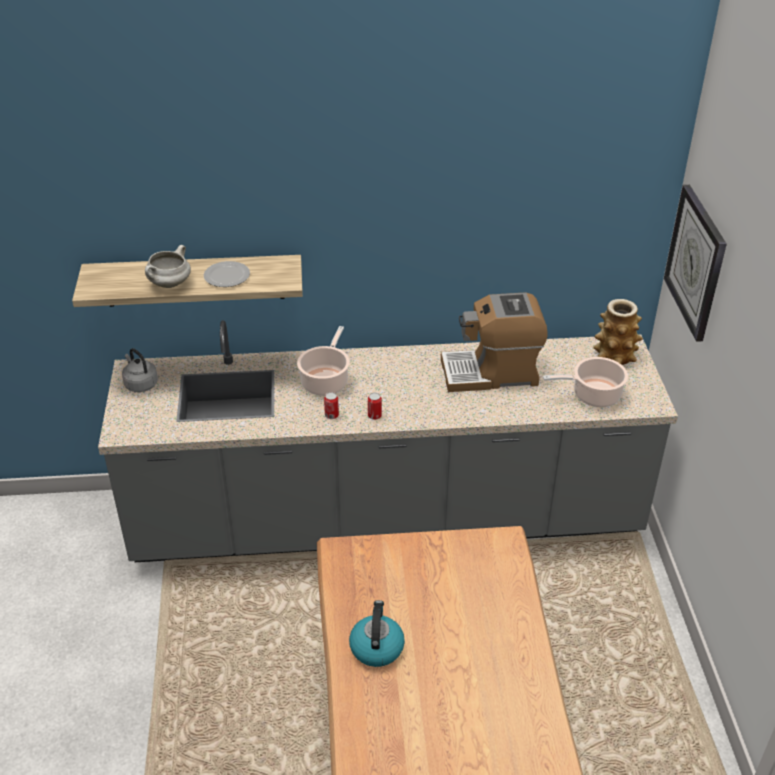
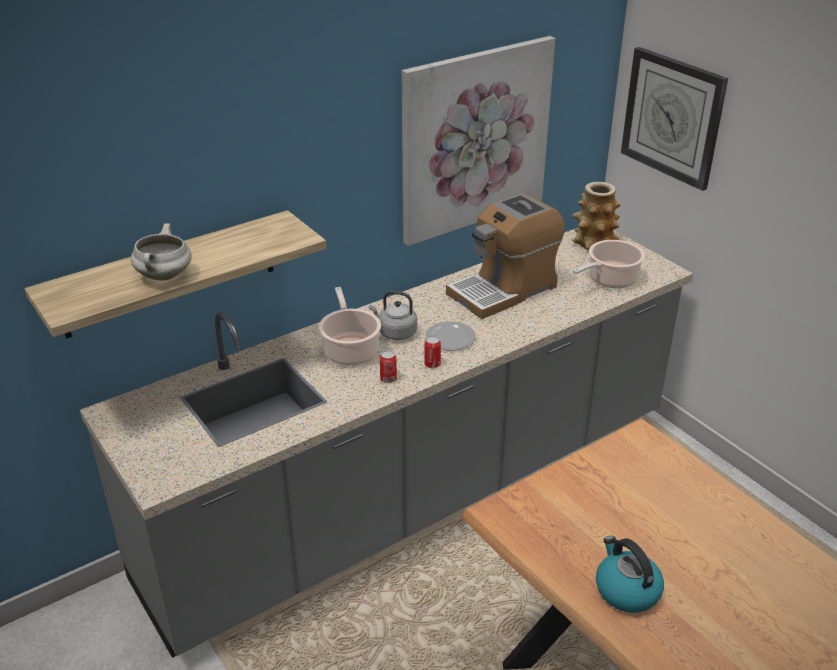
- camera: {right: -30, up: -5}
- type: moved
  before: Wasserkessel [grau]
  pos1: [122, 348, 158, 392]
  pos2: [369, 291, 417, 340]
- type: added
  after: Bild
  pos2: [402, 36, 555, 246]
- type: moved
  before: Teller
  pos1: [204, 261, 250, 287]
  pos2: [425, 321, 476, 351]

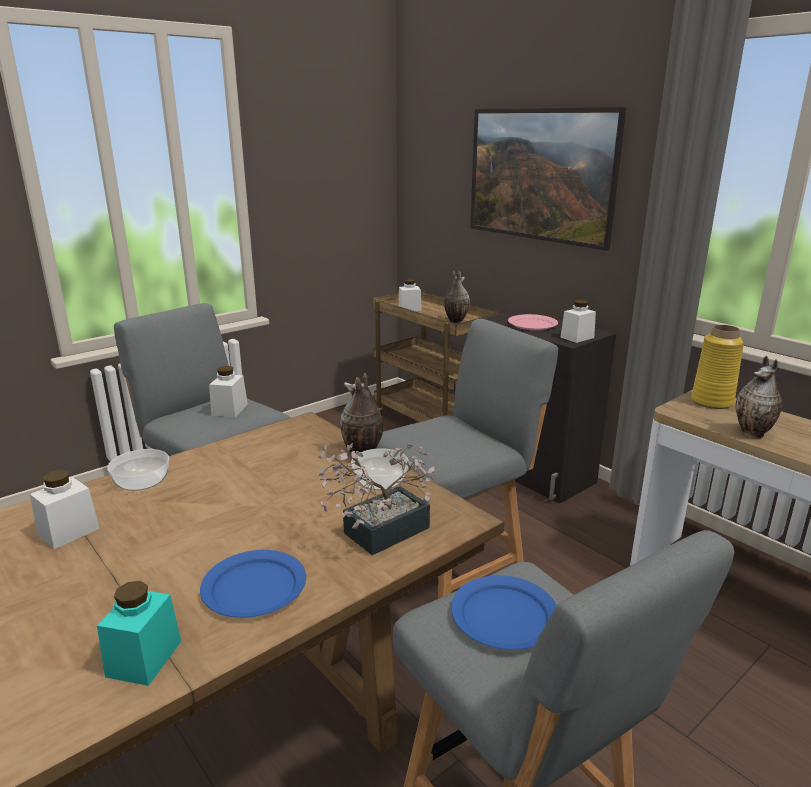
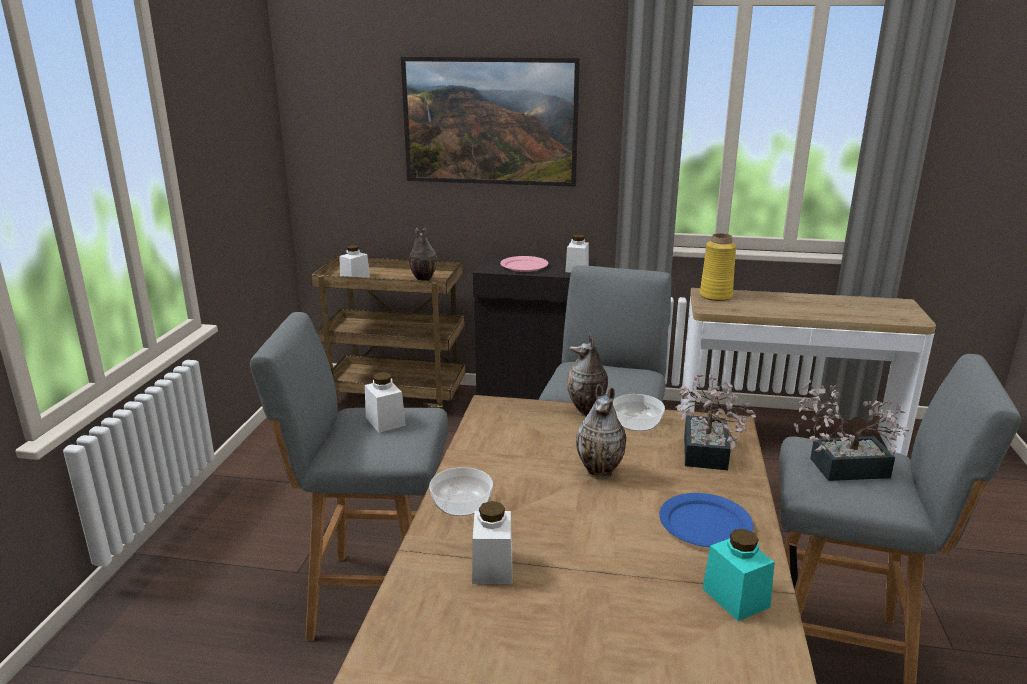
- camera: {right: -40, up: 0}
- type: moved
  before: Vase
  pos1: [736, 356, 783, 438]
  pos2: [576, 384, 626, 479]
- type: replaced
  before: Teller [blau]
  after: Topfpflanze
  pos1: [451, 575, 557, 650]
  pos2: [794, 380, 910, 481]

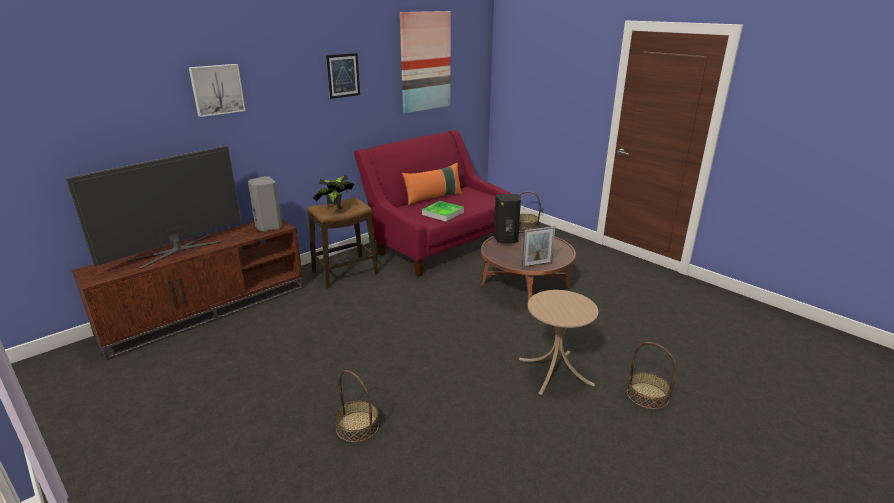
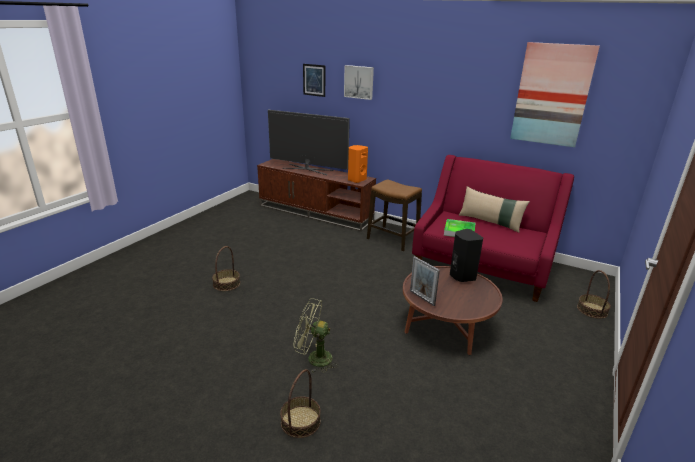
- camera: {right: 70, up: 0}
- type: replaced
  before: Beistelltisch [beige]
  after: Ventilator [grün]
  pos1: [518, 290, 598, 395]
  pos2: [294, 298, 338, 373]
- type: moved
  before: Bild
  pos1: [326, 53, 360, 99]
  pos2: [303, 64, 325, 97]
- type: recoloured
  before: Lautsprecher [grau]
  after: Lautsprecher [orange]
  pos1: [248, 176, 282, 231]
  pos2: [348, 145, 368, 183]
- type: recoloured
  before: Kissen [orange]
  after: Kissen [beige]
  pos1: [402, 163, 462, 205]
  pos2: [459, 186, 530, 233]
- type: removed
  before: Topfpflanze
  pos1: [313, 175, 354, 209]

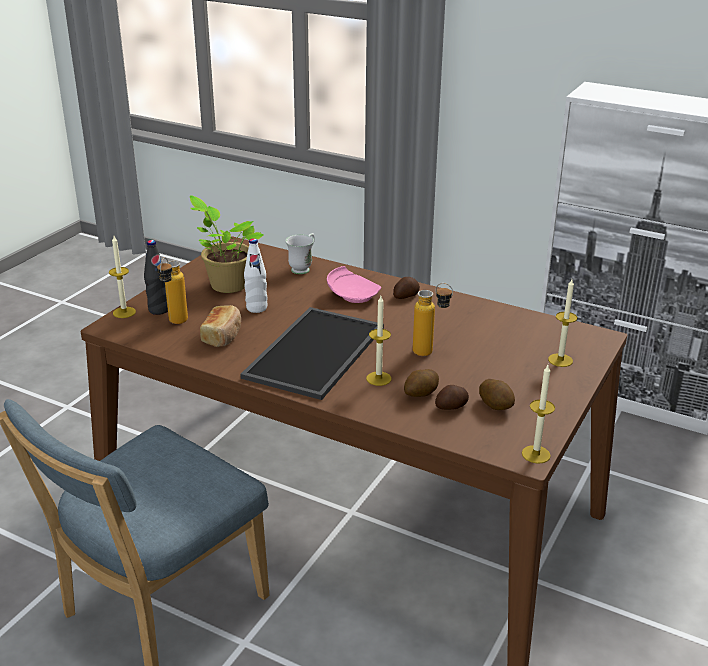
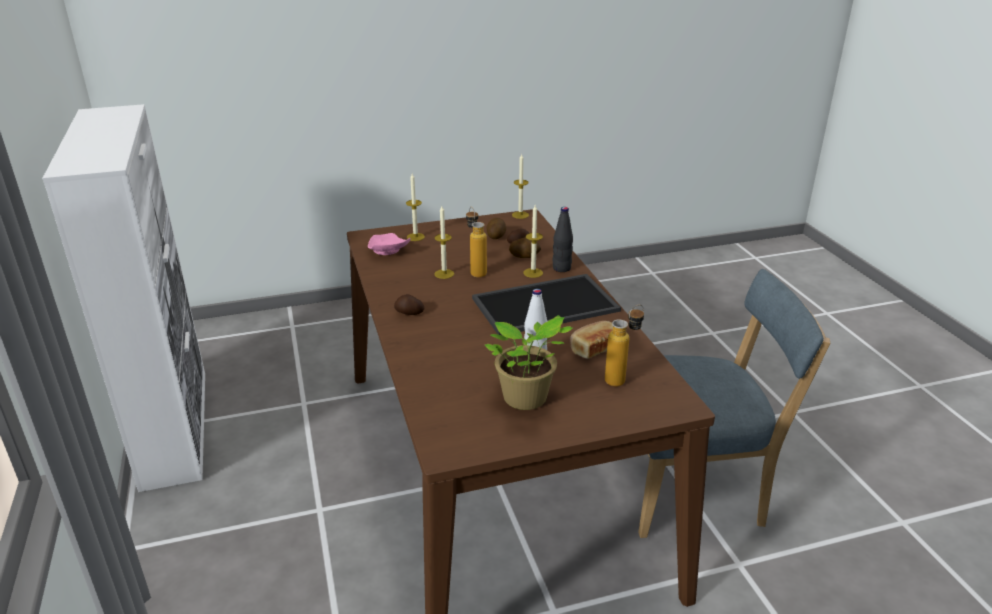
- camera: {right: -135, up: 0}
- type: moved
  before: Teller [rosa]
  pos1: [327, 266, 381, 303]
  pos2: [368, 233, 411, 255]
- type: moved
  before: Kerze
  pos1: [109, 236, 136, 318]
  pos2: [434, 206, 454, 279]
- type: moved
  before: Flasche [schwarz]
  pos1: [144, 240, 168, 315]
  pos2: [552, 207, 573, 272]
- type: removed
  before: Henkelbecher [weiß]
  pos1: [285, 233, 315, 274]

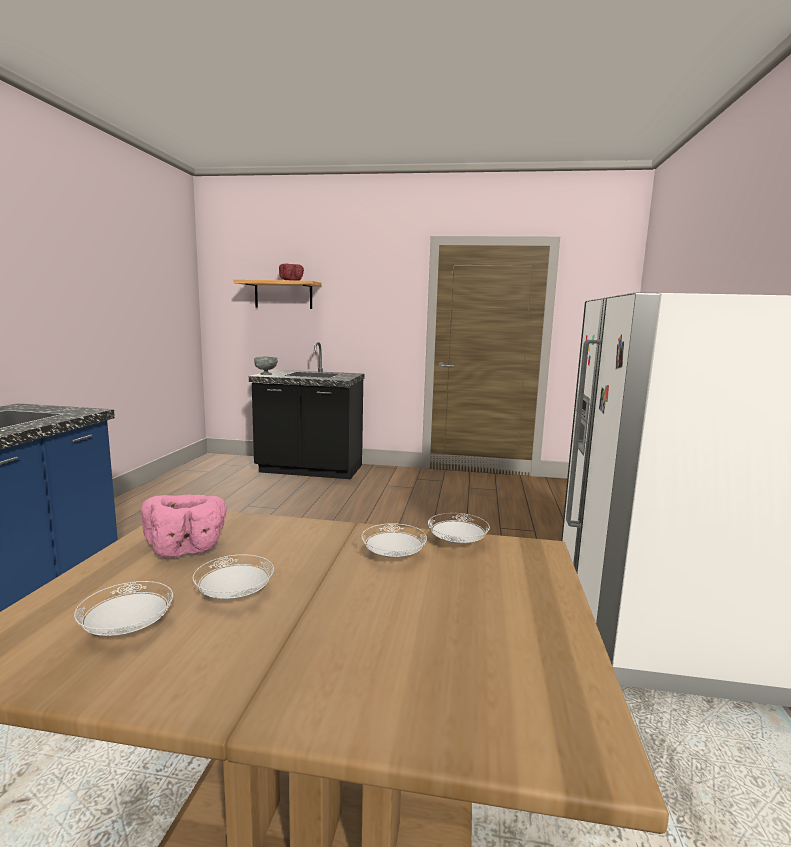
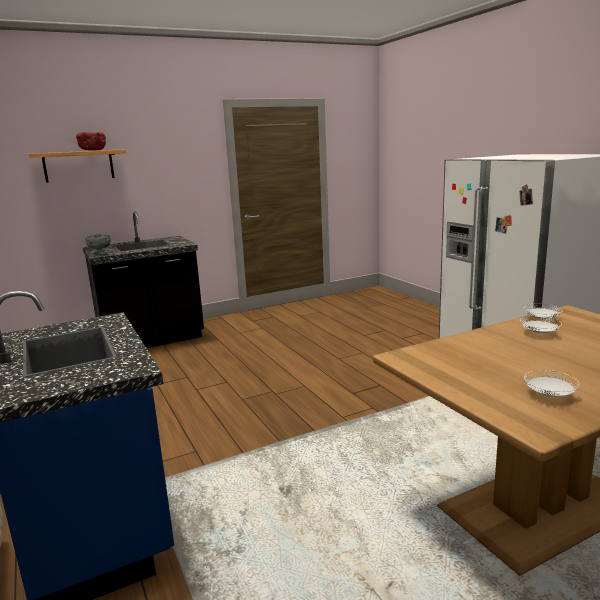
- camera: {right: -35, up: 5}
- type: removed
  before: Schüssel [rosa]
  pos1: [141, 495, 227, 558]
- type: removed
  before: Teller [weiß]
  pos1: [193, 554, 274, 599]

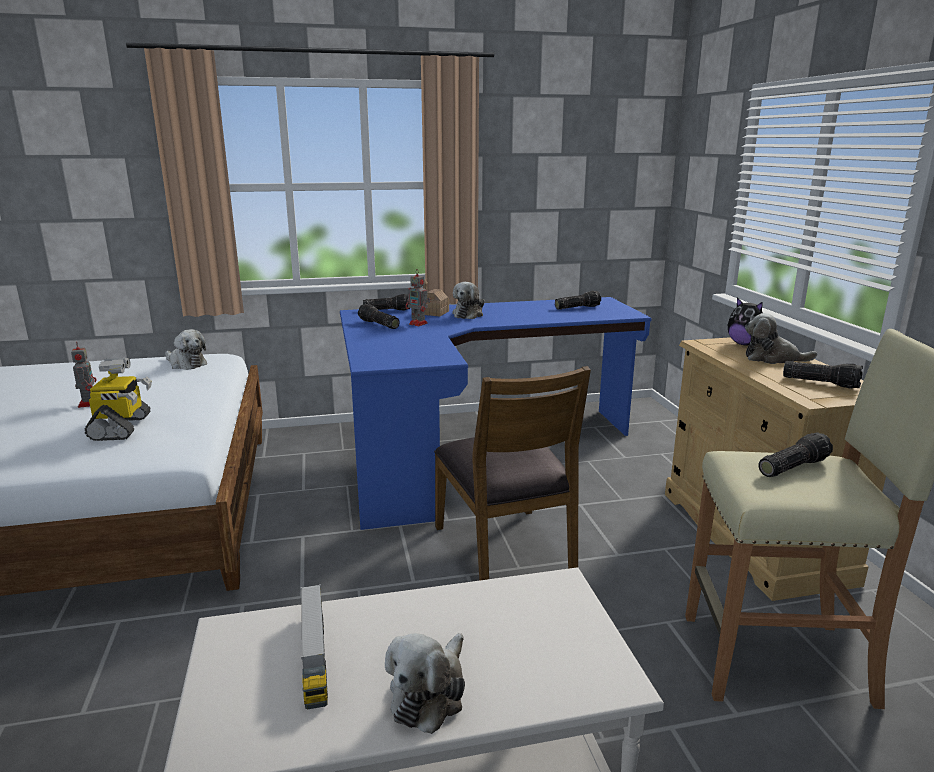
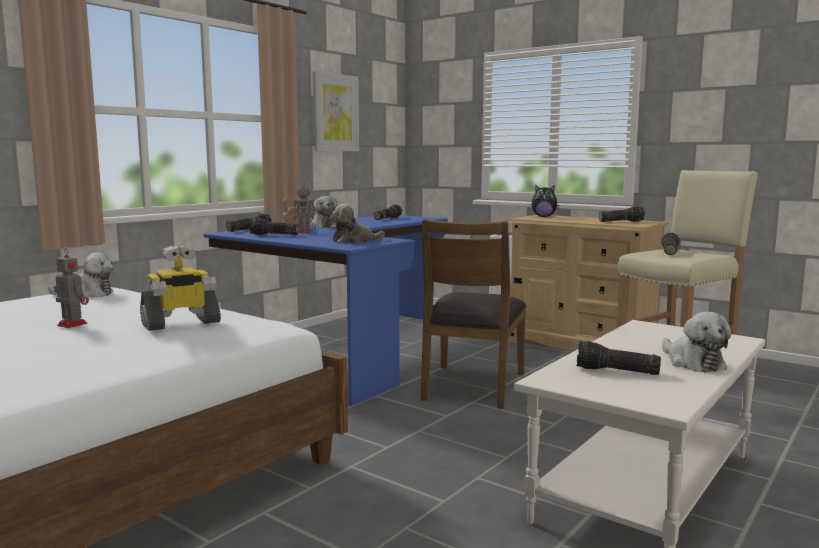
- camera: {right: -40, up: -10}
- type: turned
  before: Spielzeugroboter
  pos1: [85, 358, 152, 441]
  pos2: [140, 245, 221, 331]
  turn: 105
- type: added
  after: Bild
  pos2: [313, 71, 359, 151]
- type: moved
  before: Plüschtier
  pos1: [745, 313, 817, 364]
  pos2: [330, 204, 385, 243]
- type: turned
  before: Stuhl [braun]
  pos1: [434, 366, 591, 581]
  pos2: [421, 219, 526, 409]
  turn: 75
- type: replaced
  before: Spielzeuglaster
  after: Taschenlampe
  pos1: [300, 584, 328, 710]
  pos2: [576, 341, 661, 375]

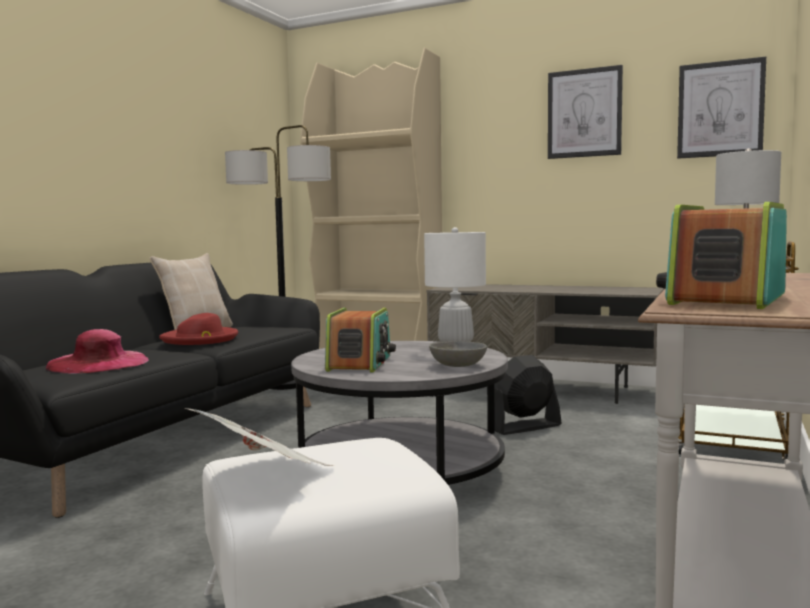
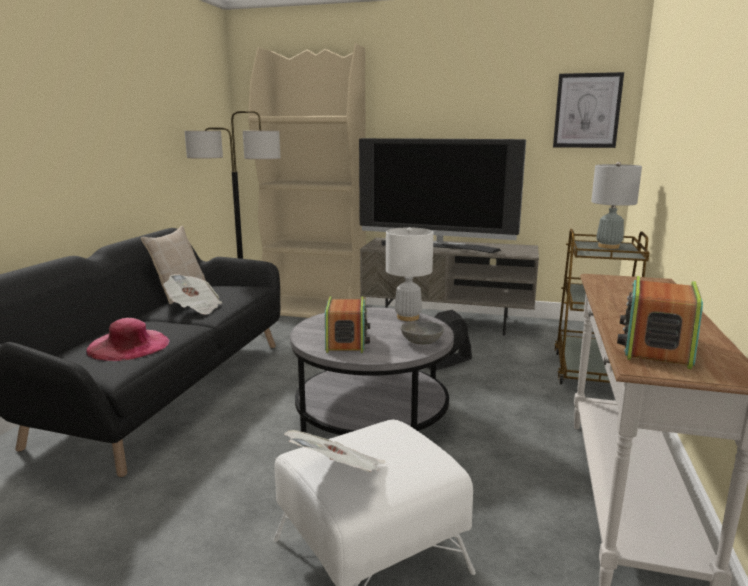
- camera: {right: -10, up: 10}
- type: replaced
  before: Hut [rot]
  after: Zeitung
  pos1: [159, 313, 238, 345]
  pos2: [163, 274, 222, 315]
- type: added
  after: Fernseher
  pos2: [359, 138, 526, 253]
- type: removed
  before: Bild
  pos1: [548, 65, 623, 159]

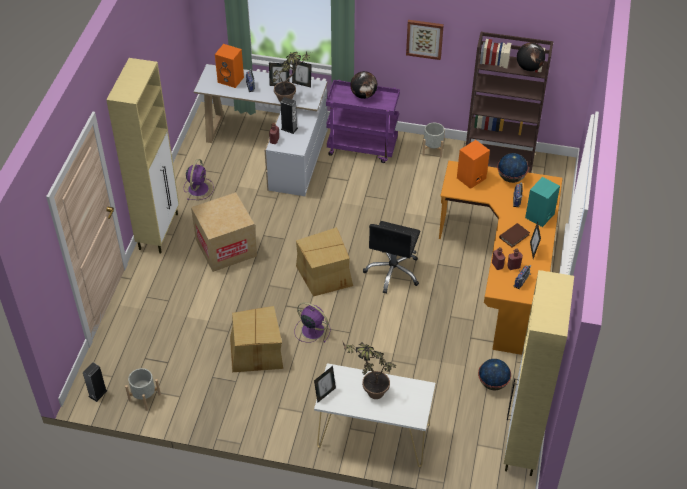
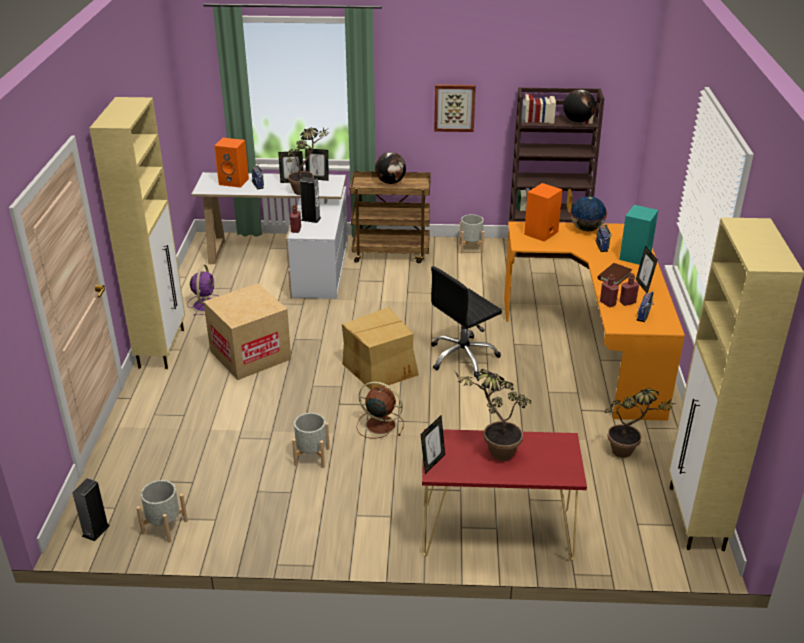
- camera: {right: -10, up: -15}
- type: replaced
  before: Karton
  after: Pflanzkübel [grau]
  pos1: [230, 306, 283, 372]
  pos2: [292, 413, 330, 468]
- type: recoloured
  before: Rollwagen [lila]
  after: Rollwagen [braun]
  pos1: [326, 80, 400, 163]
  pos2: [350, 171, 431, 263]
- type: recoloured
  before: Ventilator [lila]
  after: Ventilator [braun]
  pos1: [294, 302, 331, 343]
  pos2: [356, 381, 404, 438]
- type: recoloured
  before: Konsolentisch [weiß]
  after: Konsolentisch [rot]
  pos1: [314, 363, 435, 467]
  pos2: [422, 429, 587, 561]
- type: turned
  before: Bürostuhl [schwarz]
  pos1: [363, 221, 420, 293]
  pos2: [431, 266, 502, 377]
  turn: 45
- type: replaced
  before: Globus
  after: Topfpflanze
  pos1: [478, 359, 511, 390]
  pos2: [604, 388, 677, 458]

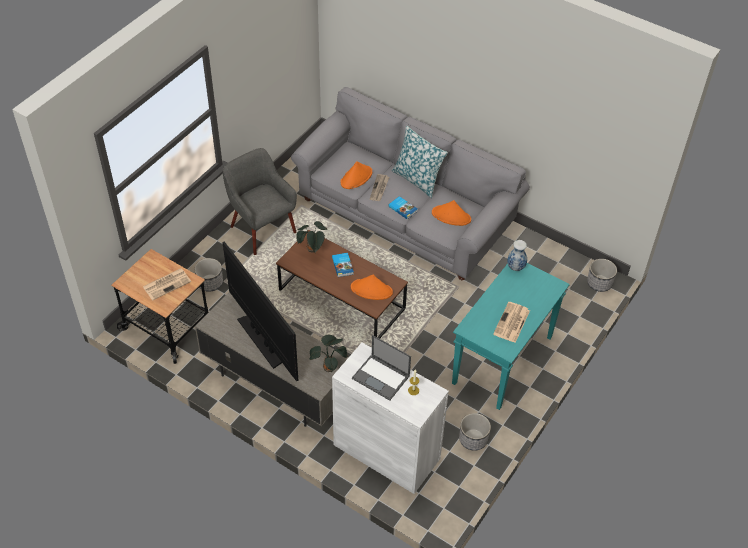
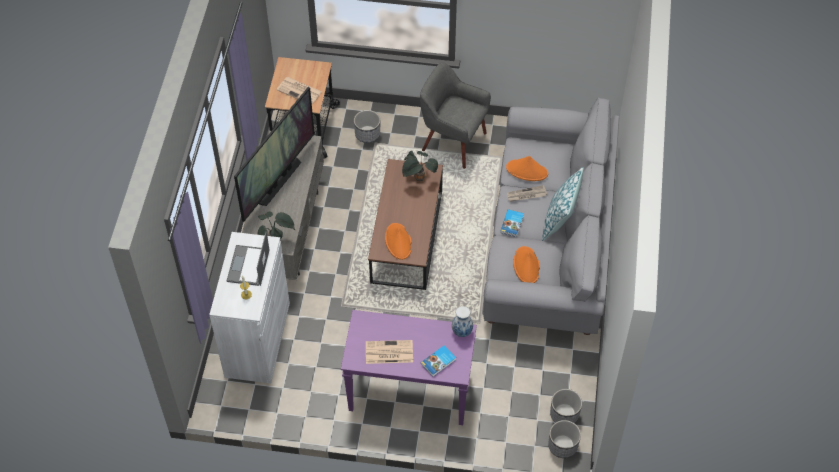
- camera: {right: 65, up: 5}
- type: recoloured
  before: Konsolentisch [türkis]
  after: Konsolentisch [lila]
  pos1: [452, 263, 570, 410]
  pos2: [341, 310, 477, 425]
- type: turned
  before: Sessel [grau]
  pos1: [223, 148, 297, 255]
  pos2: [420, 62, 491, 169]
  turn: -90
- type: moved
  before: Buch
  pos1: [332, 253, 354, 277]
  pos2: [421, 346, 456, 377]
- type: moved
  before: Pflanzkübel
  pos1: [459, 413, 491, 451]
  pos2: [550, 389, 582, 423]

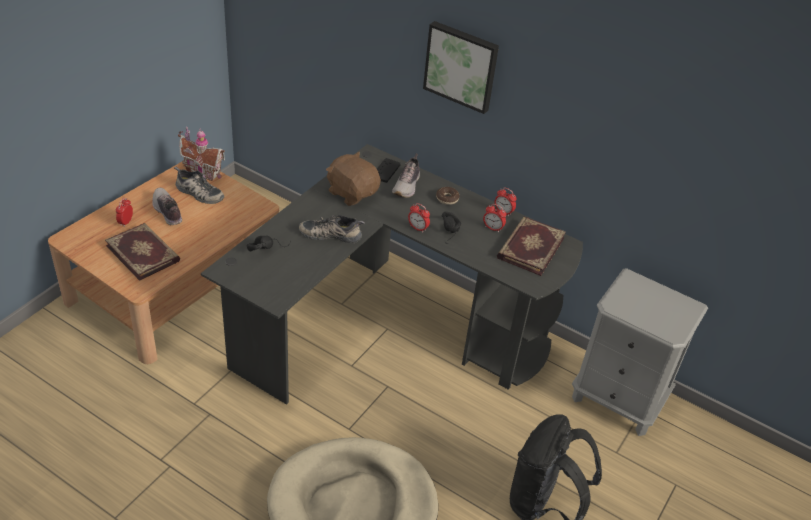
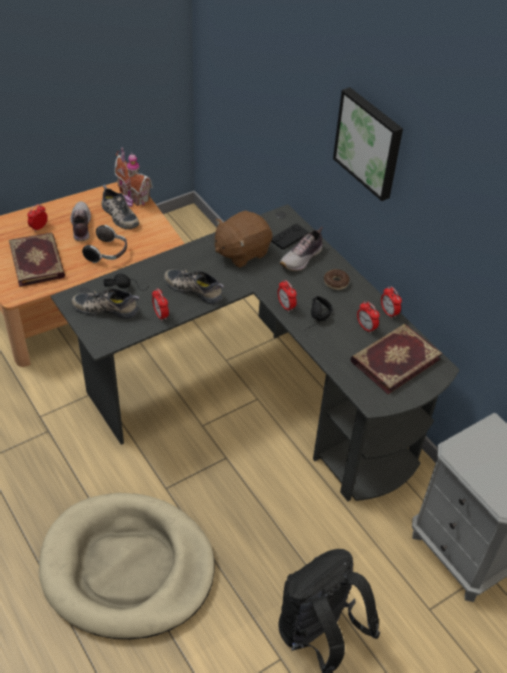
- camera: {right: 25, up: 5}
- type: added
  after: Schuh
  pos2: [71, 288, 140, 319]
- type: added
  after: Kopfhörer
  pos2: [82, 225, 127, 263]
- type: added
  after: Wecker
  pos2: [152, 288, 169, 321]
- type: turned
  before: Plüschtier [braun]
  pos1: [326, 152, 381, 206]
  pos2: [215, 210, 272, 268]
  turn: -105

